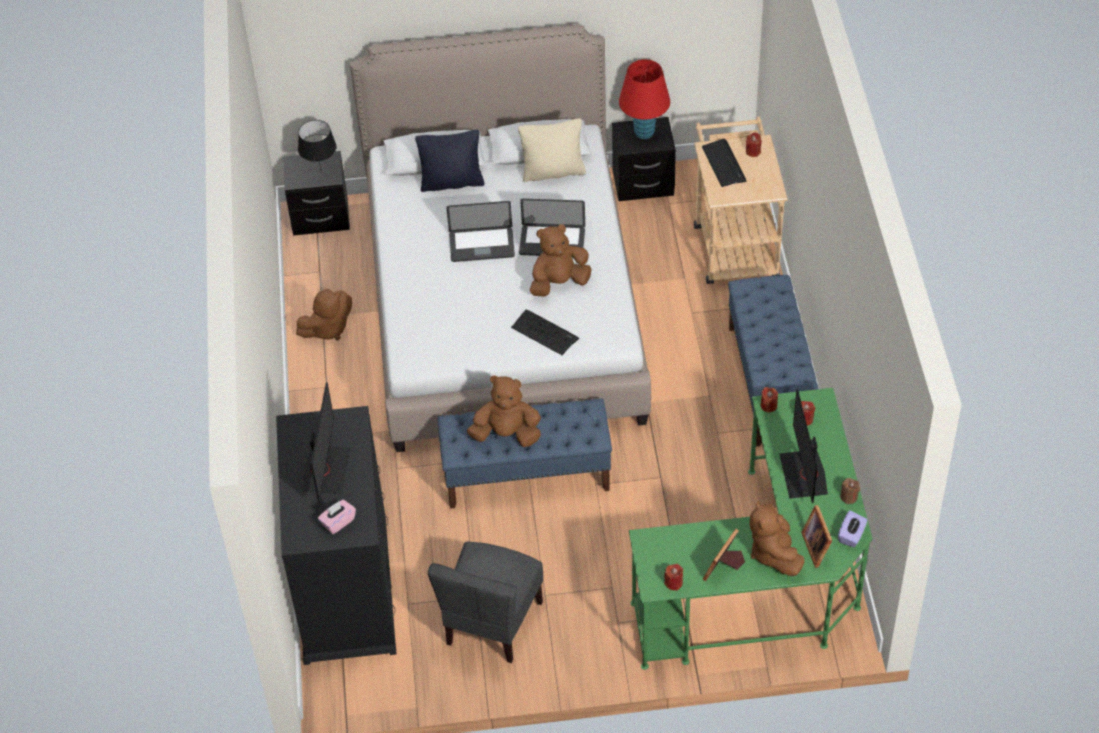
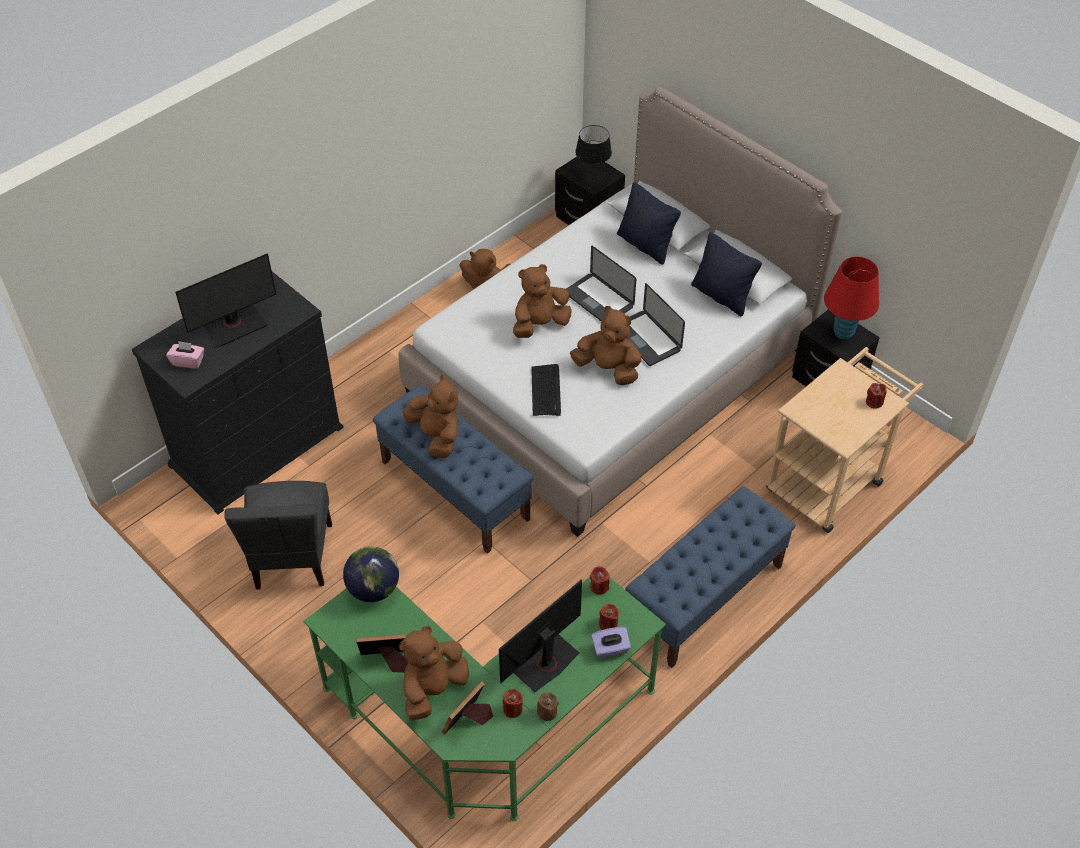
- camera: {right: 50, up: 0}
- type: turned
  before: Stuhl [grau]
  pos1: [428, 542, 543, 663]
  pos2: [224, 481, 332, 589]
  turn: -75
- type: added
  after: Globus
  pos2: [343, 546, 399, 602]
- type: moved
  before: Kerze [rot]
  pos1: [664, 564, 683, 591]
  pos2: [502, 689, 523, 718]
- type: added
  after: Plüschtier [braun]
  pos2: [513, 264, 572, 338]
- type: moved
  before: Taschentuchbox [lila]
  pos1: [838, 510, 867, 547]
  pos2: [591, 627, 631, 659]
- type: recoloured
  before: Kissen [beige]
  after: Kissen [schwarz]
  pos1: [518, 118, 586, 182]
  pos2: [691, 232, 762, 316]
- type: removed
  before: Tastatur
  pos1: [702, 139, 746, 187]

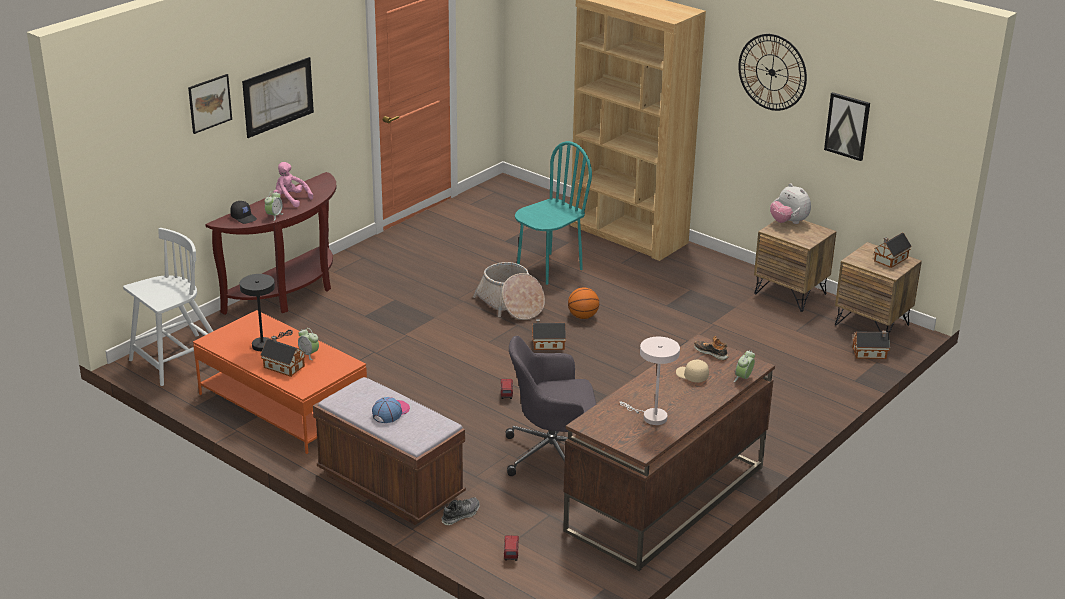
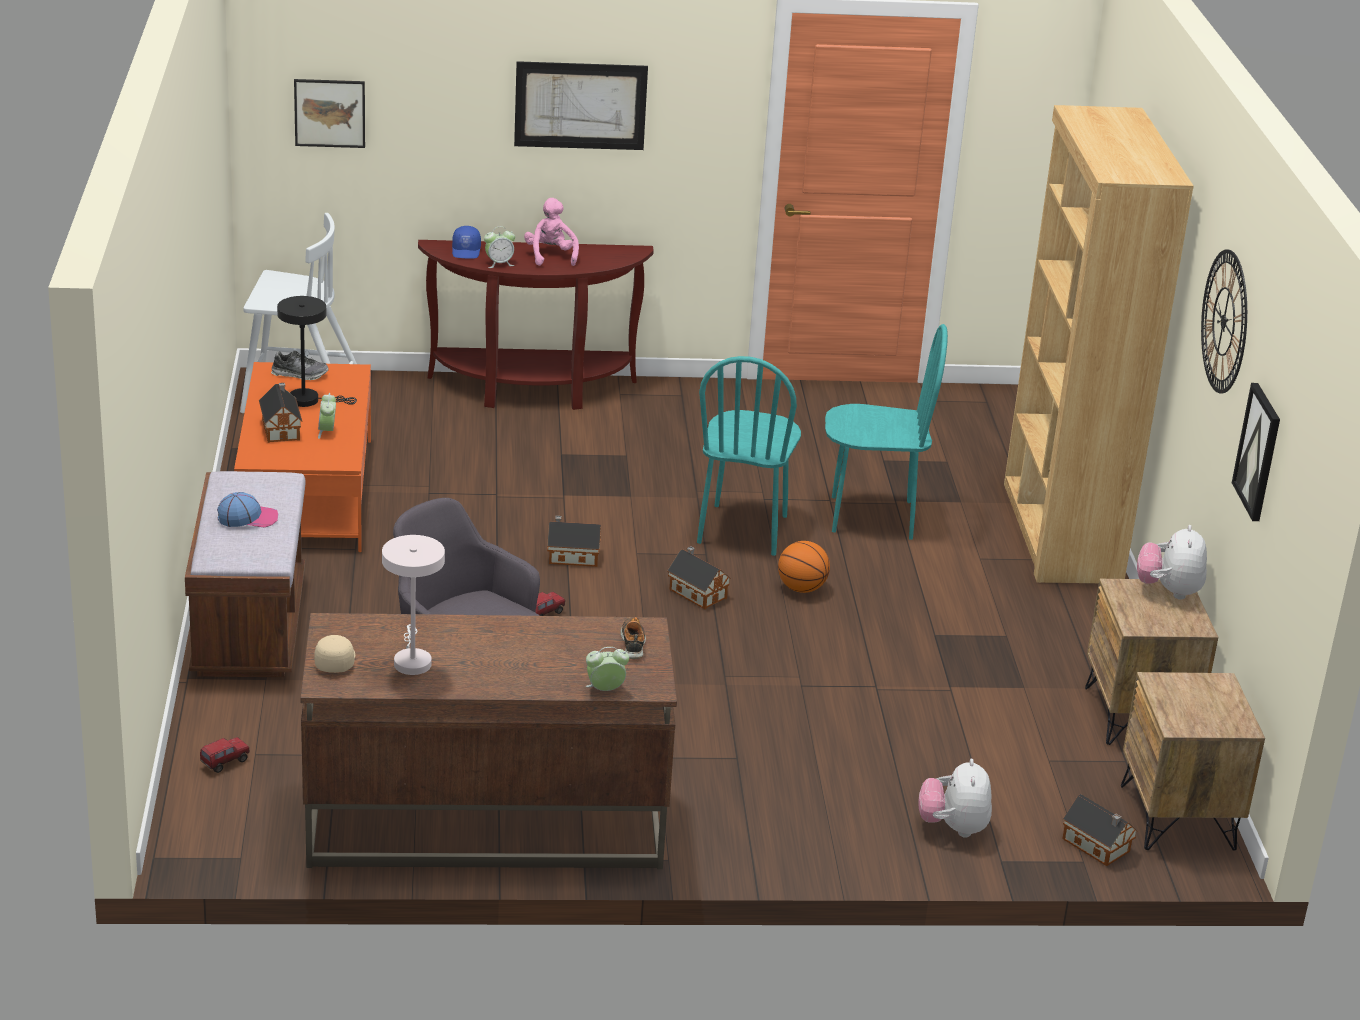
- camera: {right: 45, up: 0}
- type: moved
  before: Schuh
  pos1: [442, 497, 480, 525]
  pos2: [271, 351, 328, 380]
- type: moved
  before: Bild
  pos1: [188, 74, 232, 134]
  pos2: [294, 79, 365, 148]
- type: moved
  before: Kappe [beige]
  pos1: [676, 360, 709, 383]
  pos2: [315, 635, 355, 673]
- type: recoloured
  before: Kappe [schwarz]
  after: Kappe [blau]
  pos1: [230, 201, 257, 224]
  pos2: [452, 226, 481, 259]
- type: moved
  before: Spielzeughaus
  pos1: [874, 233, 912, 268]
  pos2: [547, 516, 601, 567]
- type: replaced
  before: Korb
  after: Stuhl [türkis]
  pos1: [473, 262, 545, 320]
  pos2: [697, 356, 801, 556]
- type: added
  after: Plüschtier
  pos2: [919, 759, 992, 838]

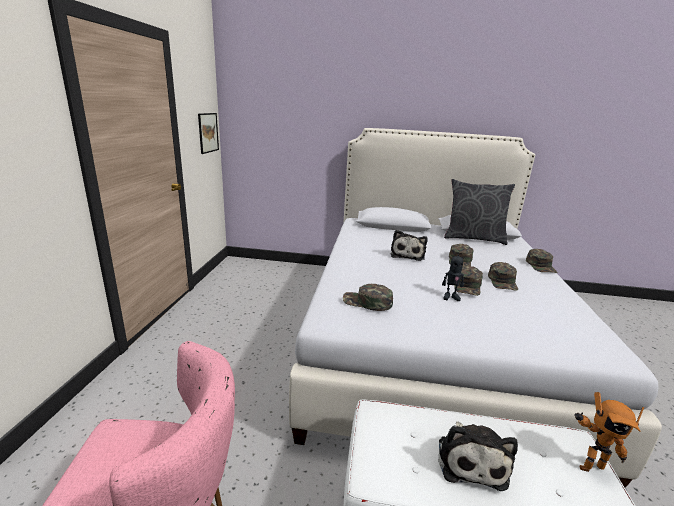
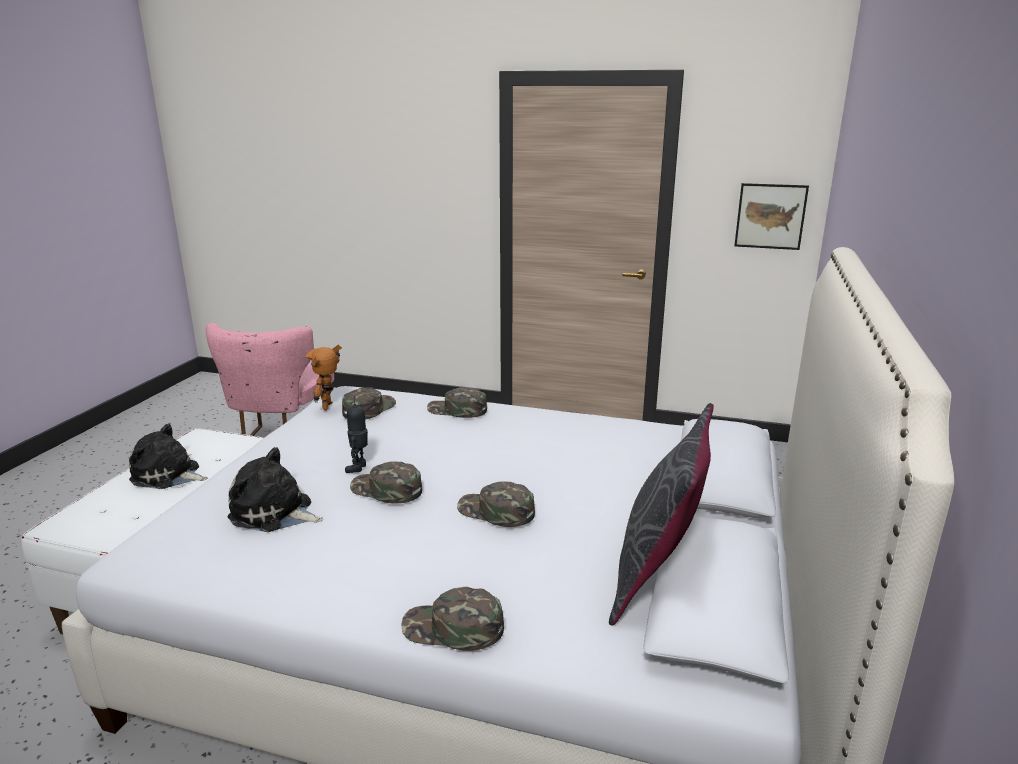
- camera: {right: 100, up: 0}
- type: moved
  before: Plüschtier
  pos1: [391, 230, 428, 261]
  pos2: [228, 447, 323, 532]
- type: moved
  before: Spielzeugroboter
  pos1: [574, 392, 644, 472]
  pos2: [305, 345, 342, 410]
- type: moved
  before: Kappe [grün]
  pos1: [488, 262, 518, 291]
  pos2: [427, 387, 487, 418]

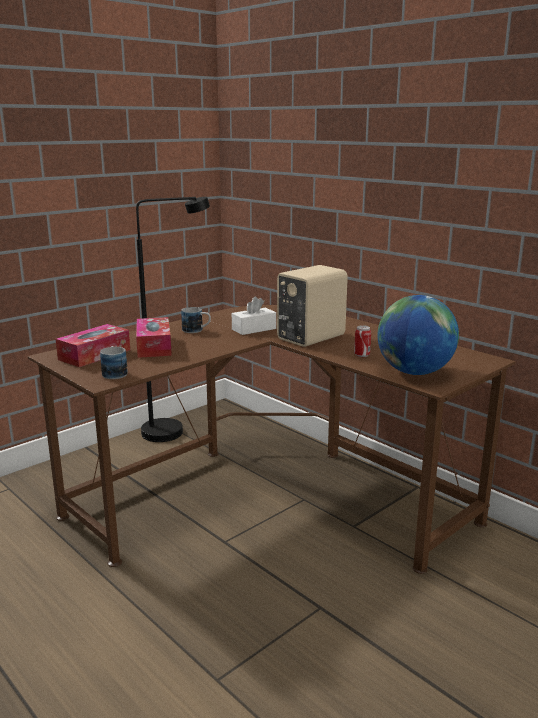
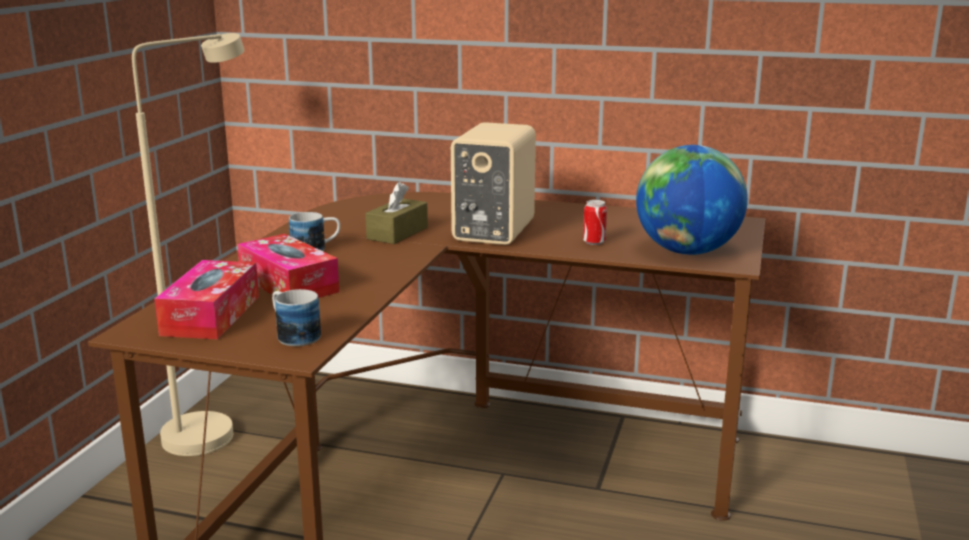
- camera: {right: -30, up: 0}
- type: recoloured
  before: Stehlampe [schwarz]
  after: Stehlampe [beige]
  pos1: [136, 197, 210, 442]
  pos2: [132, 33, 244, 456]
- type: recoloured
  before: Taschentuchbox [weiß]
  after: Taschentuchbox [braun]
  pos1: [232, 296, 276, 335]
  pos2: [365, 182, 428, 244]

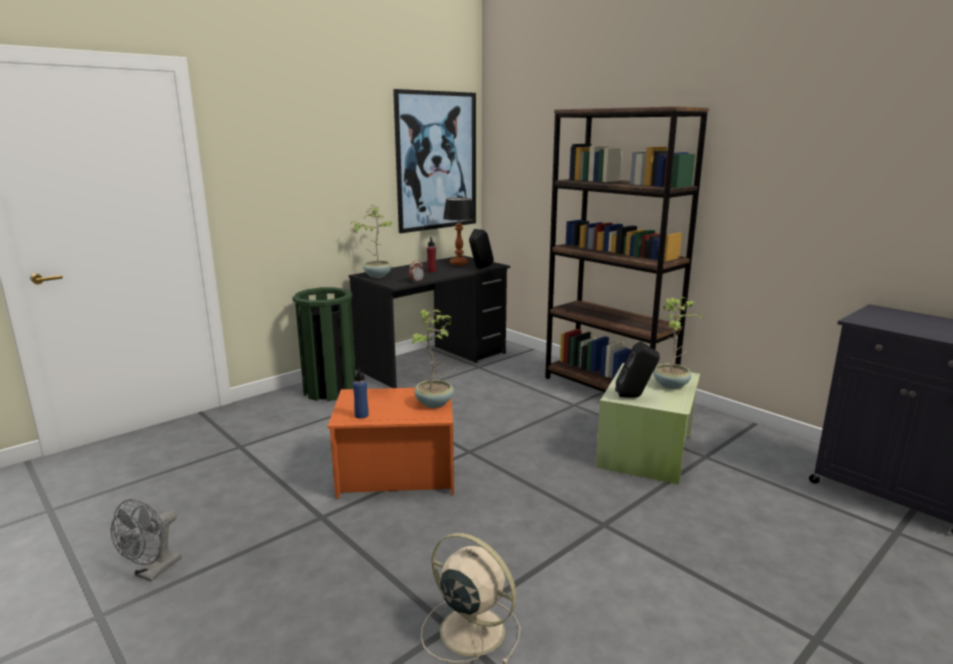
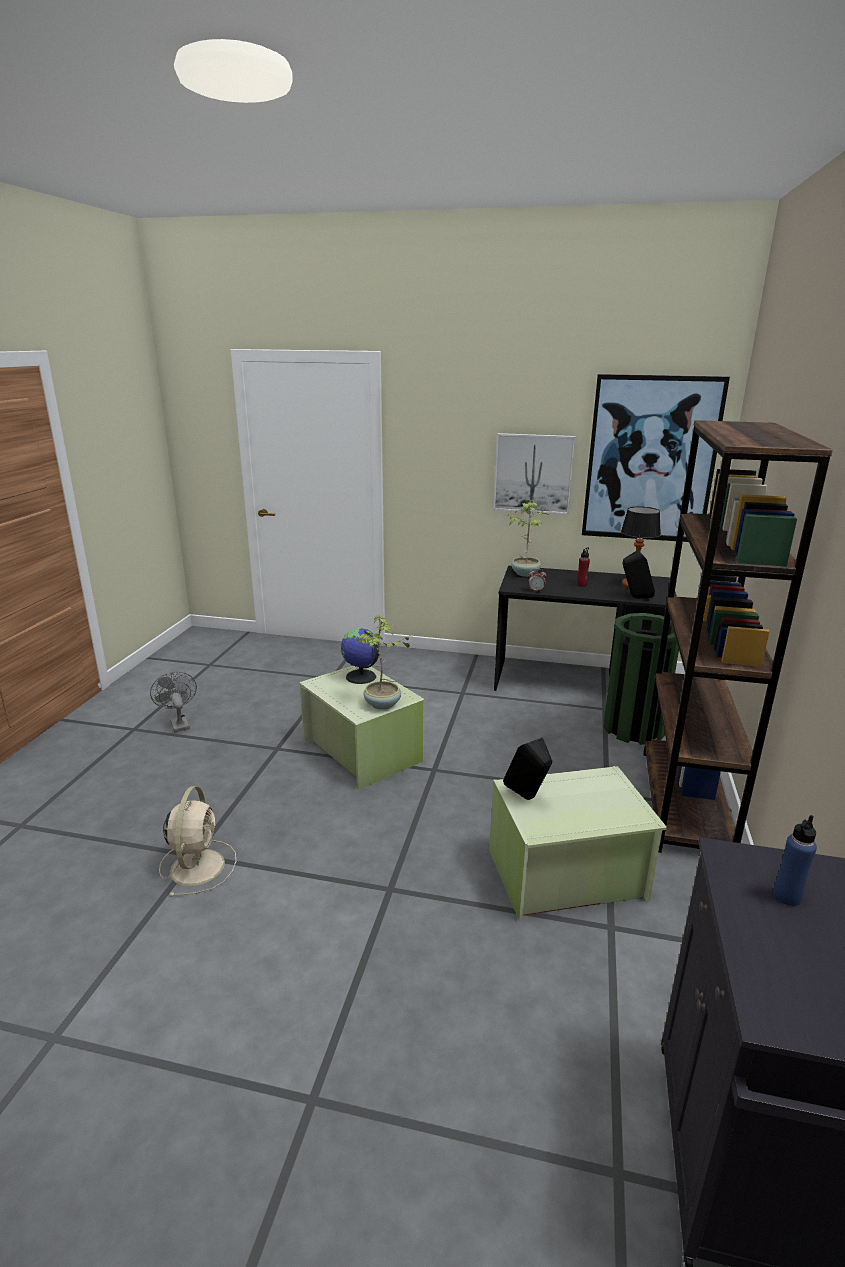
- camera: {right: 55, up: 5}
- type: turned
  before: Ventilator [grau]
  pos1: [111, 499, 182, 581]
  pos2: [150, 672, 197, 732]
  turn: 75
- type: recoloured
  before: Aufbewahrungsbox [orange]
  after: Aufbewahrungsbox [grün]
  pos1: [327, 388, 454, 499]
  pos2: [299, 665, 424, 790]
- type: added
  after: Globus
  pos2: [340, 628, 380, 684]
- type: added
  after: Bild
  pos2: [493, 433, 576, 514]
- type: moved
  before: Mülleimer [grün]
  pos1: [292, 287, 356, 401]
  pos2: [604, 613, 679, 745]
- type: moved
  before: Flasche [blau]
  pos1: [353, 367, 369, 419]
  pos2: [773, 815, 817, 906]
- type: removed
  before: Topfpflanze
  pos1: [653, 297, 703, 389]

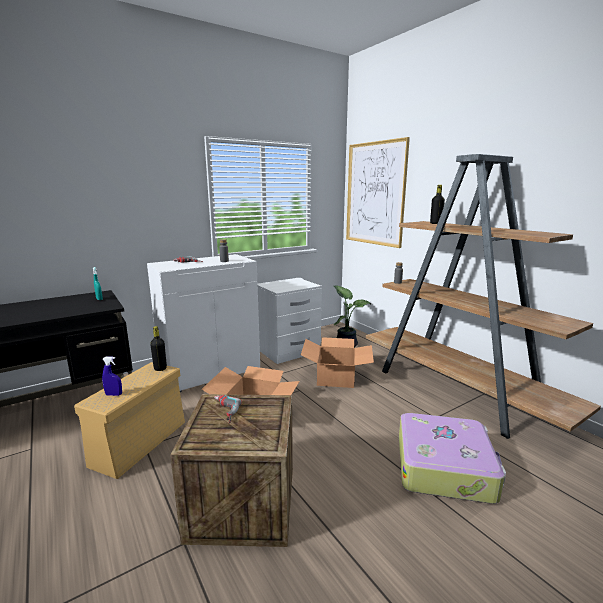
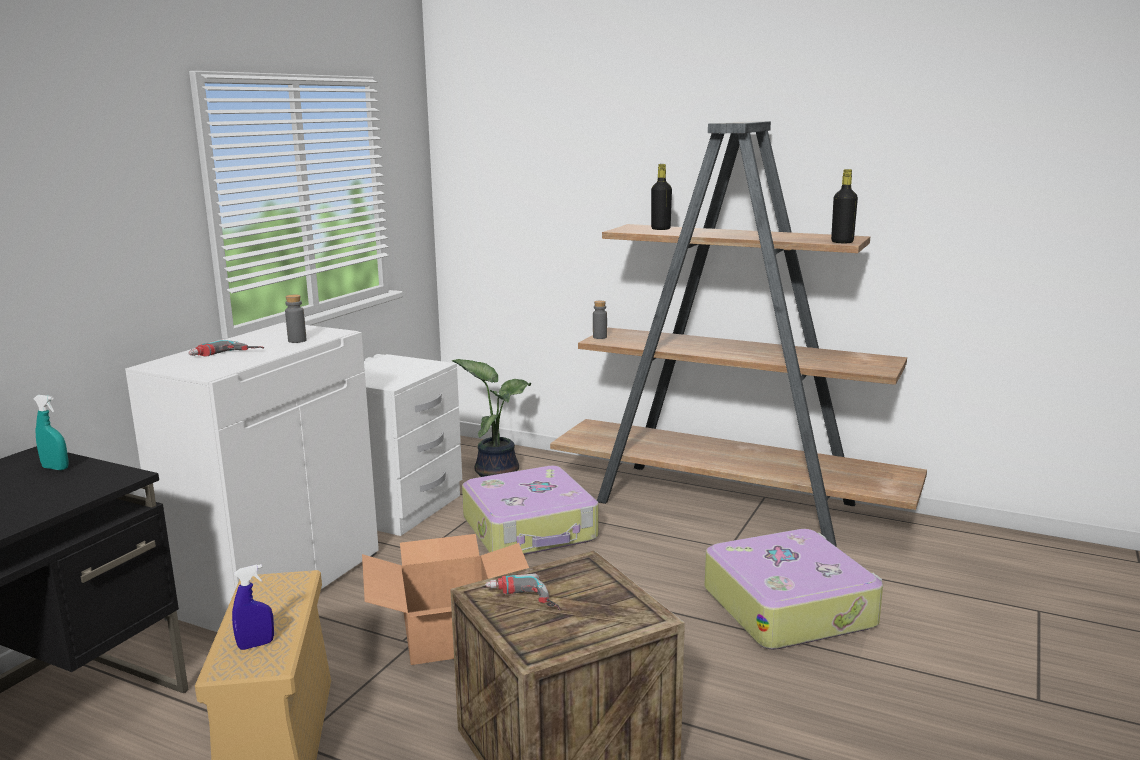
- camera: {right: -30, up: 0}
- type: replaced
  before: Karton
  after: Koffer
  pos1: [301, 337, 374, 388]
  pos2: [462, 466, 599, 555]
- type: moved
  before: Flasche [schwarz]
  pos1: [150, 326, 167, 371]
  pos2: [831, 169, 858, 243]
- type: removed
  before: Bild
  pos1: [346, 137, 410, 248]

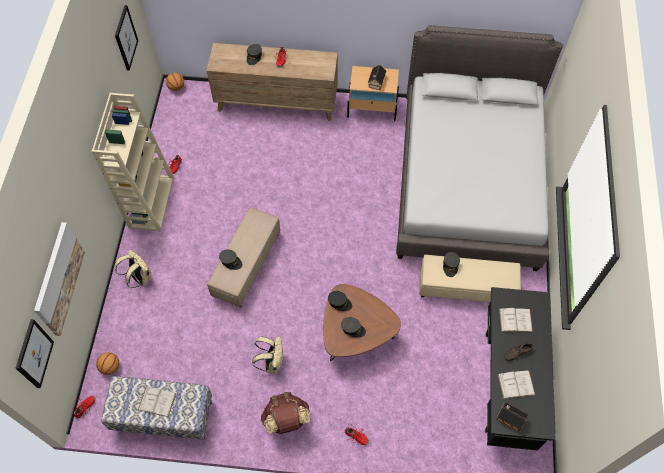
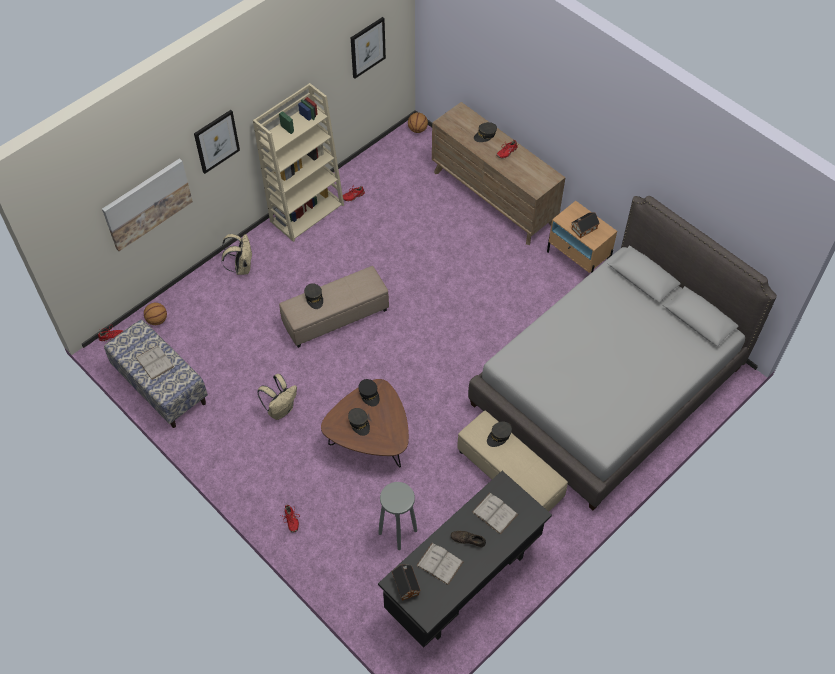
- camera: {right: 40, up: -5}
- type: moved
  before: Bild
  pos1: [15, 319, 54, 388]
  pos2: [194, 110, 240, 174]
- type: added
  after: Hocker [grau]
  pos2: [378, 482, 417, 550]
- type: removed
  before: Rucksack [braun]
  pos1: [261, 392, 310, 434]

